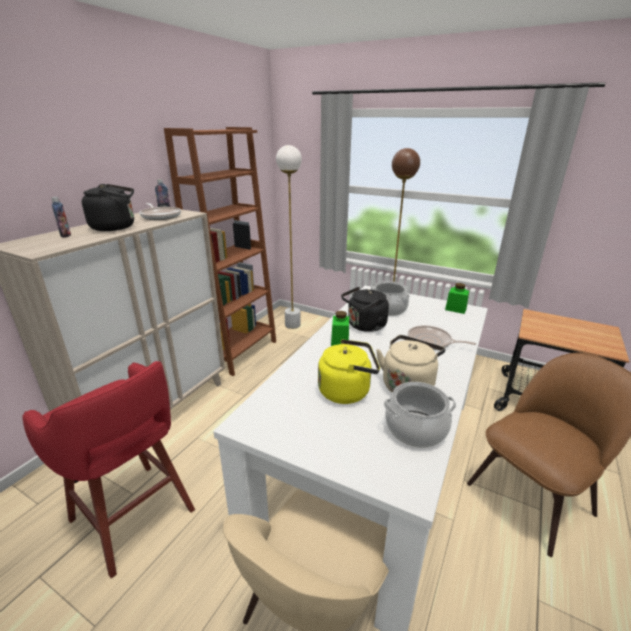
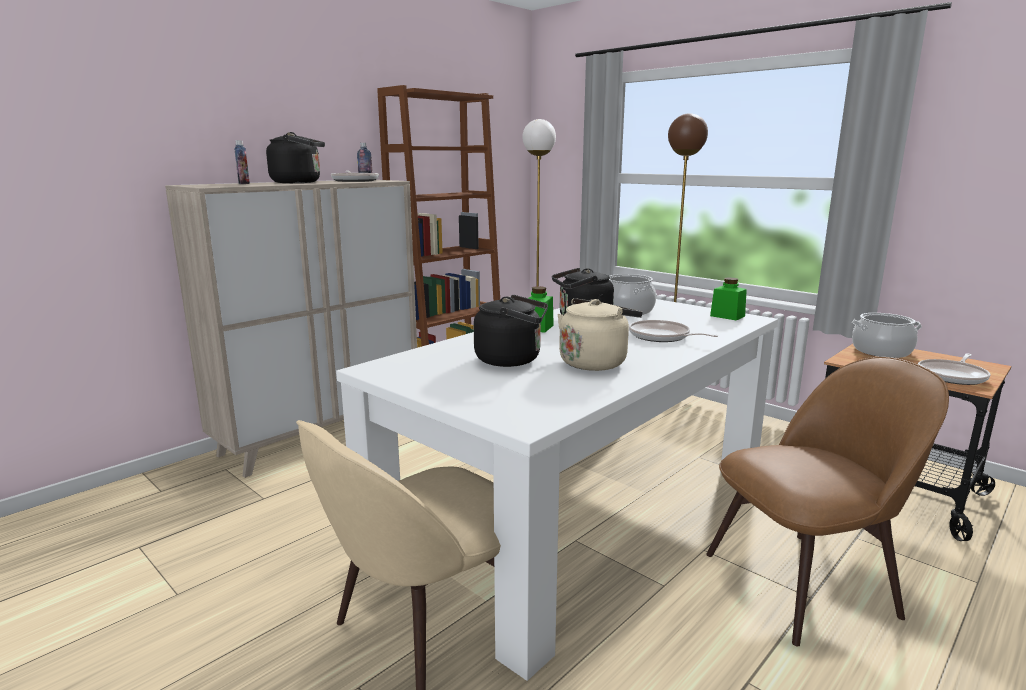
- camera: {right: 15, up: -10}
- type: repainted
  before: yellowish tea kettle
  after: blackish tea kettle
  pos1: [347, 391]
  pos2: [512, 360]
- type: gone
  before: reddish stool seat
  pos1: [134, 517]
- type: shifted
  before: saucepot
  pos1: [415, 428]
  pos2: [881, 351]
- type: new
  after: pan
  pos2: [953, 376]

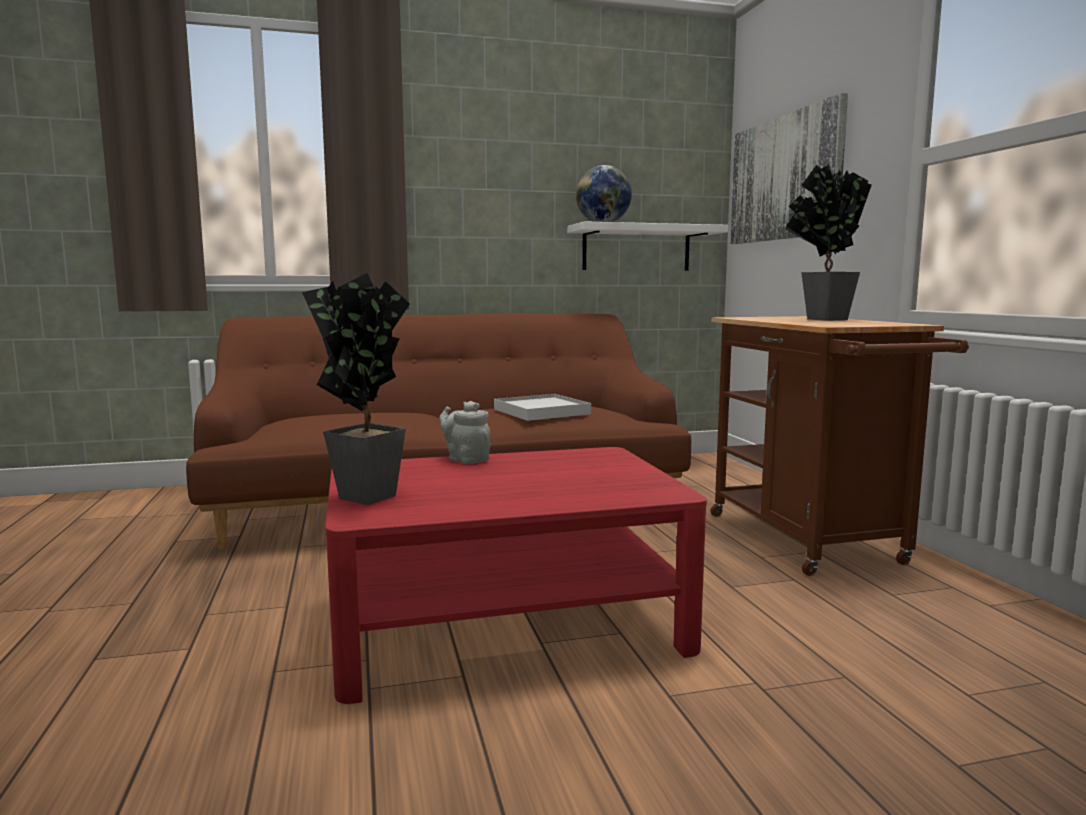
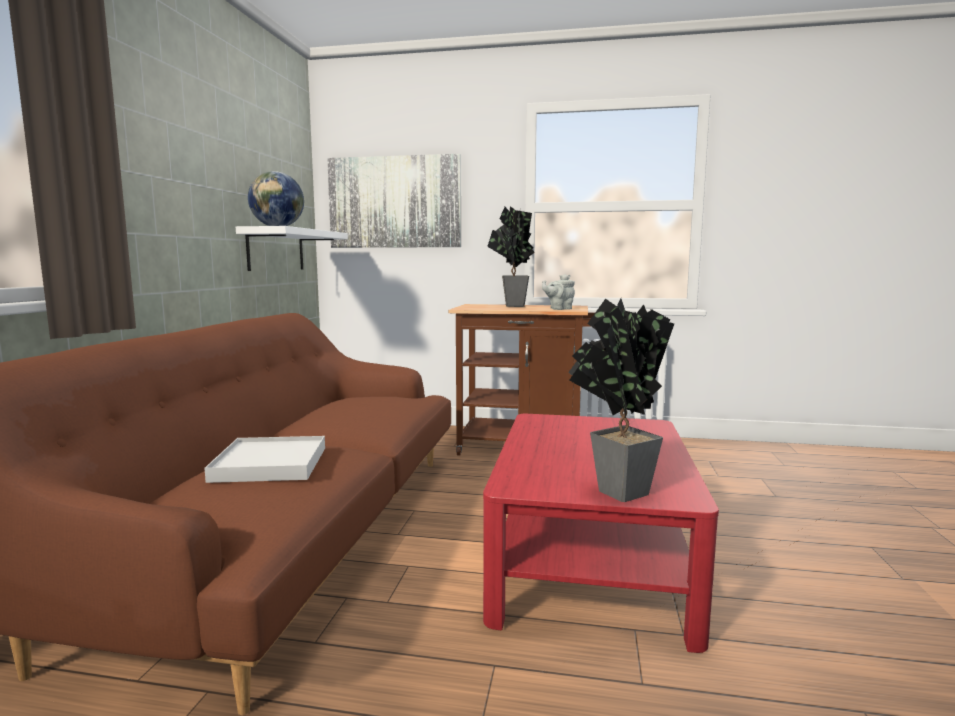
- camera: {right: -65, up: 0}
- type: shifted
  before: white-coloured serving tray
  pos1: [542, 412]
  pos2: [270, 464]
- type: shifted
  before: greyish tea pot
  pos1: [466, 459]
  pos2: [559, 309]

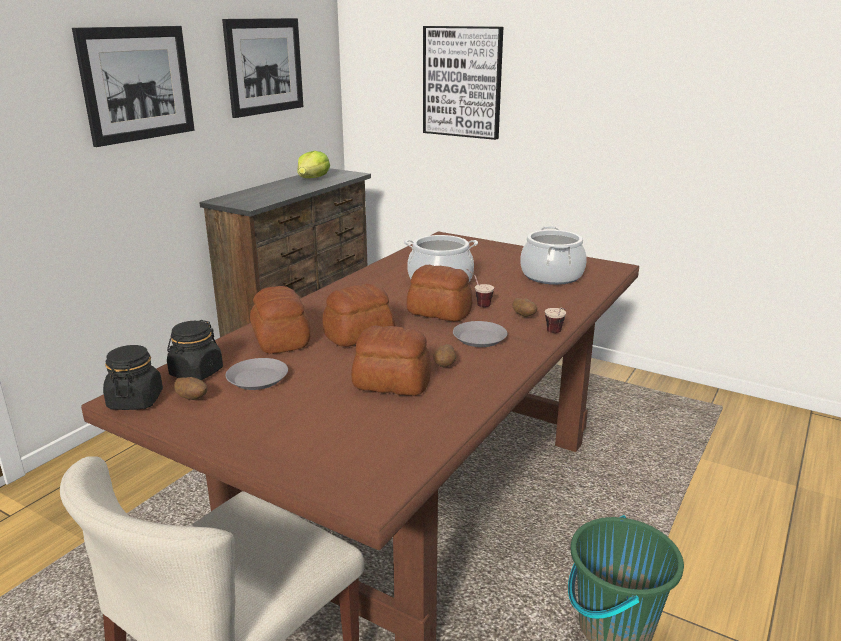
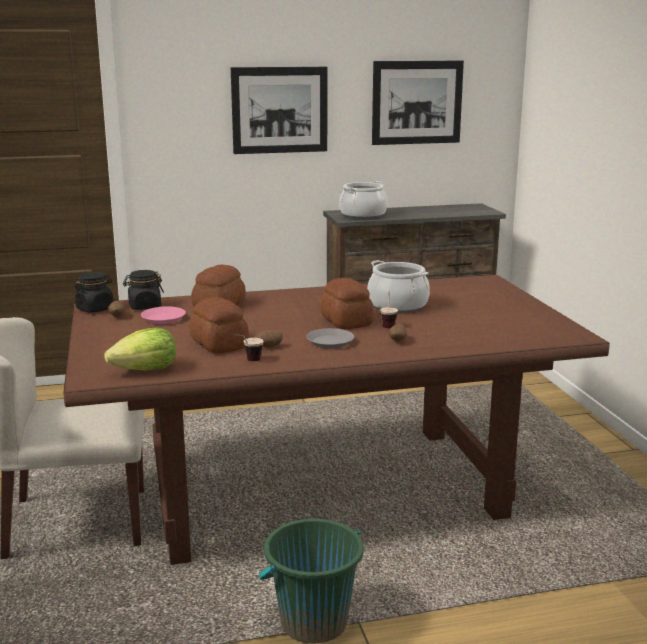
- camera: {right: 45, up: -5}
- type: gone
  before: picture
  pos1: [462, 82]
- type: shifted
  before: lettuce
  pos1: [313, 178]
  pos2: [145, 370]
- type: shifted
  before: saucepot
  pos1: [551, 276]
  pos2: [362, 215]
- type: gone
  before: bakery bread
  pos1: [358, 335]
- type: shifted
  before: cup
  pos1: [556, 334]
  pos2: [248, 361]
- type: repainted
  before: greyish flat dish
  after: pink-coloured flat dish
  pos1: [257, 378]
  pos2: [163, 318]

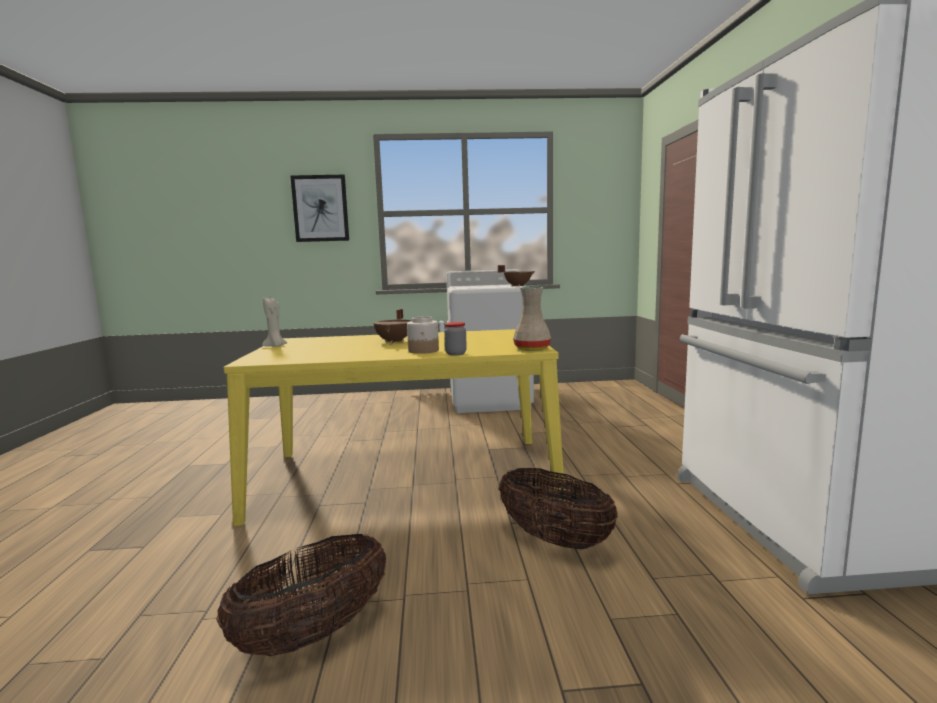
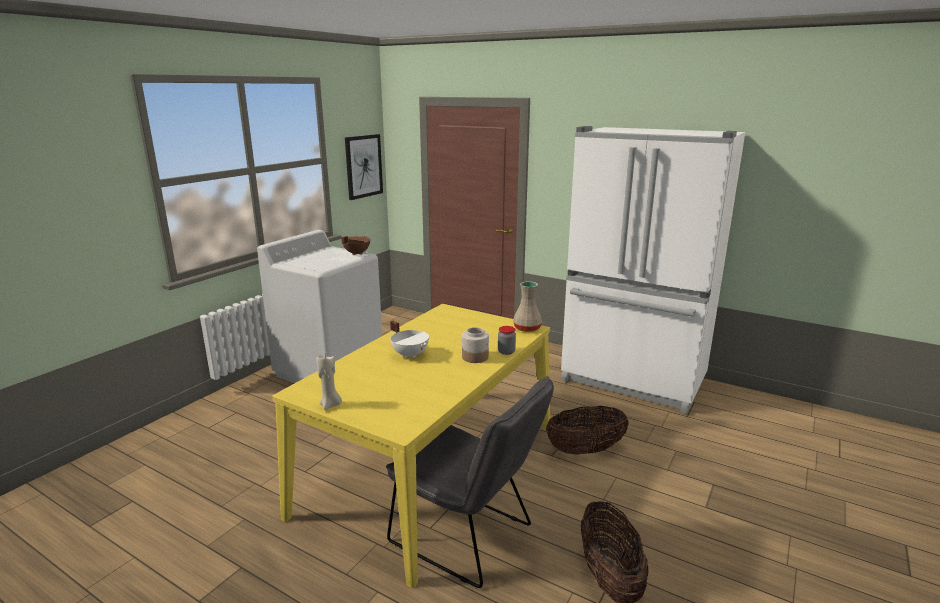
- camera: {right: -55, up: 10}
- type: shifted
  before: picture
  pos1: [320, 208]
  pos2: [363, 166]
- type: repainted
  before: brownish saucepot
  after: white-coloured saucepot
  pos1: [395, 341]
  pos2: [410, 354]
- type: new
  after: greyish plain chair
  pos2: [469, 538]

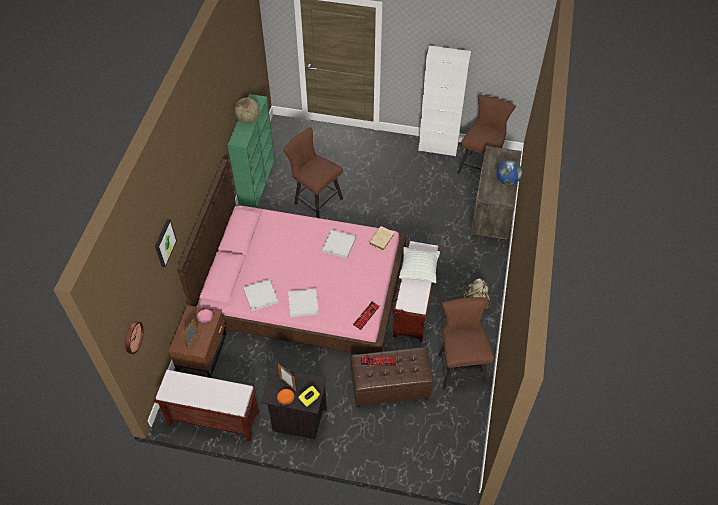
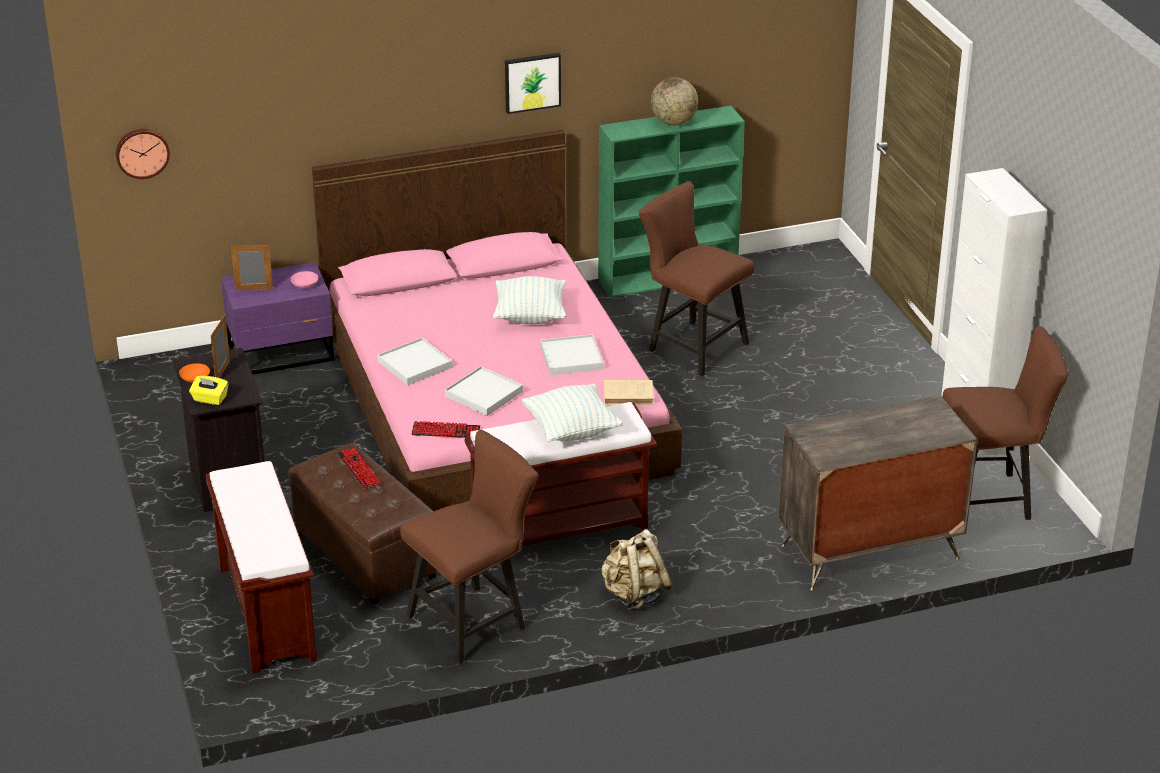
- camera: {right: 60, up: -20}
- type: rotated
  before: brownish plain chair
  pos1: [315, 200]
  pos2: [692, 345]
  turn: -60
- type: gone
  before: globe
  pos1: [507, 181]
- type: shifted
  before: picture
  pos1: [164, 243]
  pos2: [532, 82]
- type: shifted
  before: white-coloured serving tray
  pos1: [260, 296]
  pos2: [483, 394]
- type: repainted
  before: brownish nightstand
  after: purple nightstand
  pos1: [203, 352]
  pos2: [282, 353]
- type: shifted
  before: brownish indoor bench
  pos1: [212, 419]
  pos2: [265, 612]
- type: new
  after: pillow
  pos2: [530, 316]

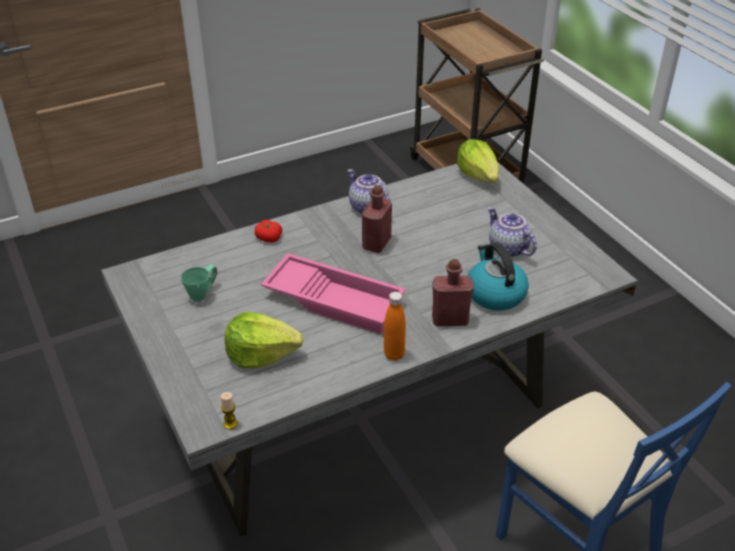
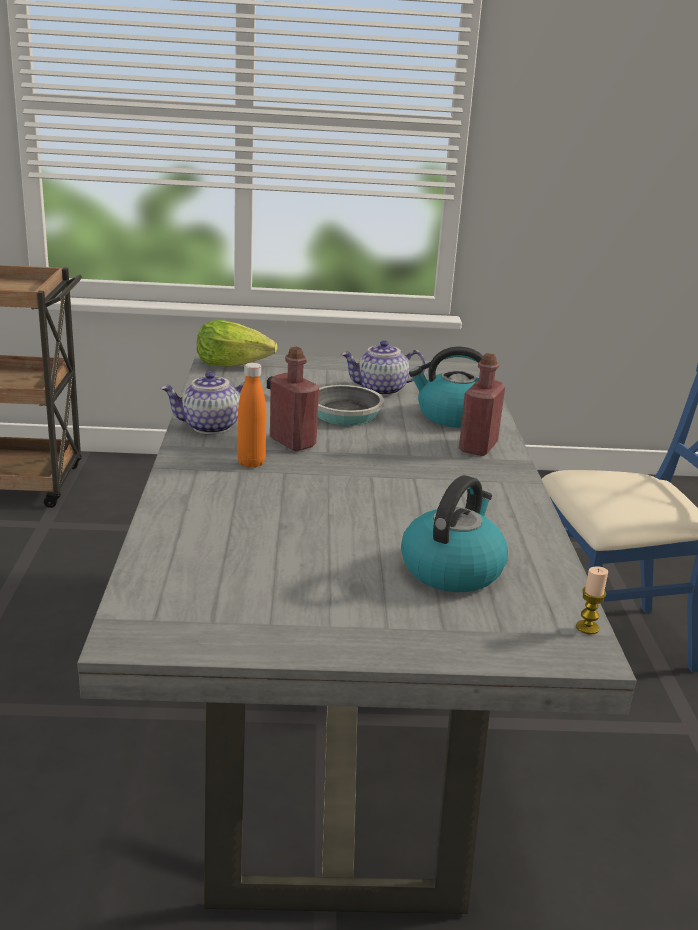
- camera: {right: -65, up: -15}
- type: gone
  before: fresh tomato
  pos1: [268, 237]
- type: gone
  before: pink-coloured serving tray
  pos1: [335, 299]
- type: gone
  before: green coffee mug
  pos1: [203, 293]
- type: shifted
  before: orangey bottle
  pos1: [394, 354]
  pos2: [251, 463]
- type: swapped
  before: lettuce
  after: tea kettle
  pos1: [261, 354]
  pos2: [452, 569]
- type: new
  after: pan
  pos2: [338, 412]

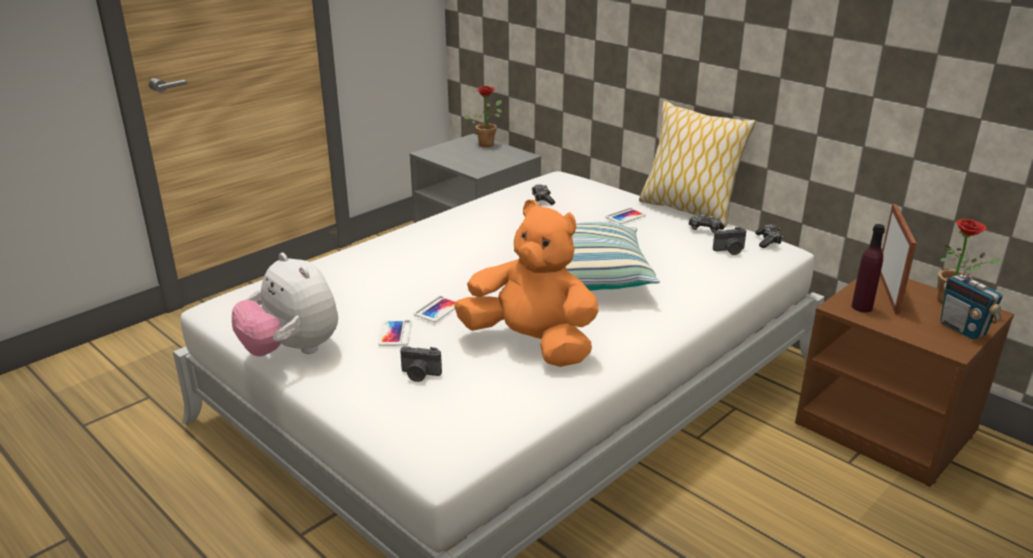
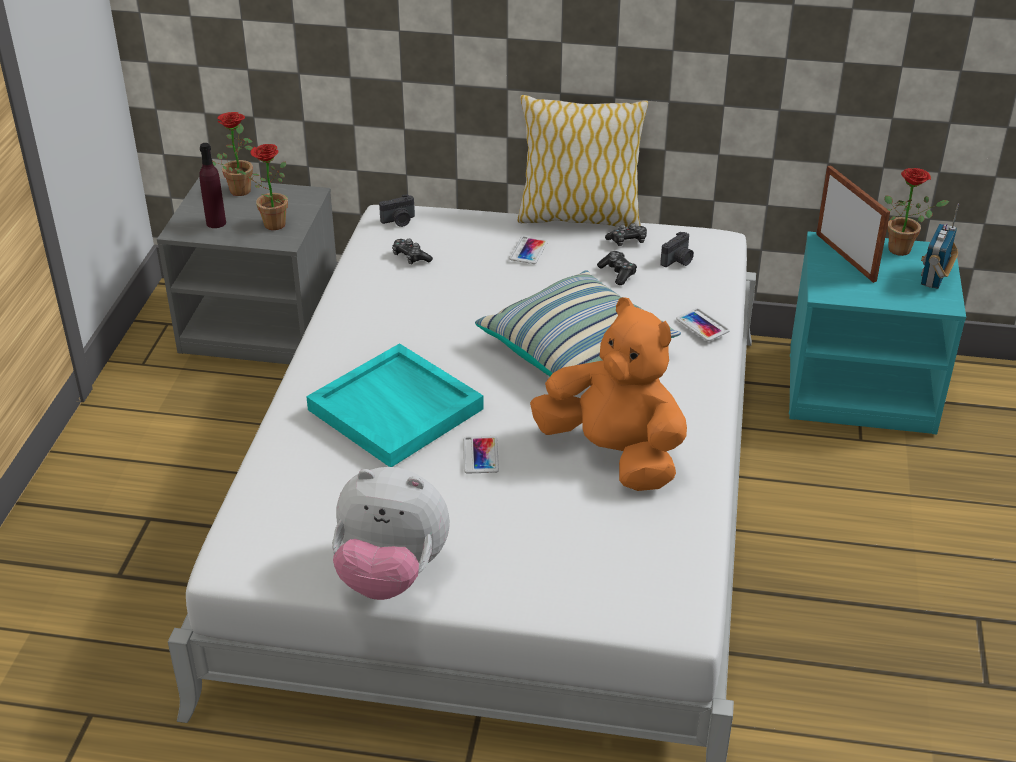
- camera: {right: -35, up: 10}
- type: rotated
  before: orangey soft toy
  pos1: [531, 344]
  pos2: [613, 454]
  turn: 45
- type: shifted
  before: gamepad
  pos1: [768, 241]
  pos2: [618, 273]
- type: shifted
  before: purple bottle
  pos1: [861, 307]
  pos2: [216, 223]
- type: rotated
  before: radio receiver
  pos1: [963, 329]
  pos2: [934, 278]
  turn: 90
- type: repainted
  before: brownish nightstand
  after: turquoise nightstand
  pos1: [887, 428]
  pos2: [862, 388]
- type: shifted
  before: handset
  pos1: [395, 333]
  pos2: [702, 325]
- type: shifted
  before: photo camera
  pos1: [419, 374]
  pos2: [399, 221]
- type: new
  after: plant in a pot
  pos2: [269, 225]
- type: new
  after: turquoise serving tray
  pos2: [397, 409]

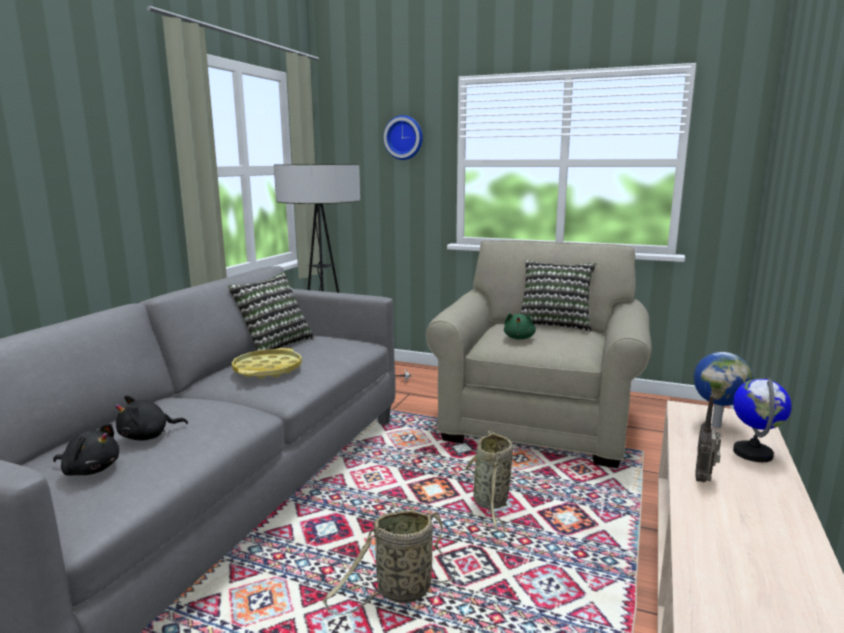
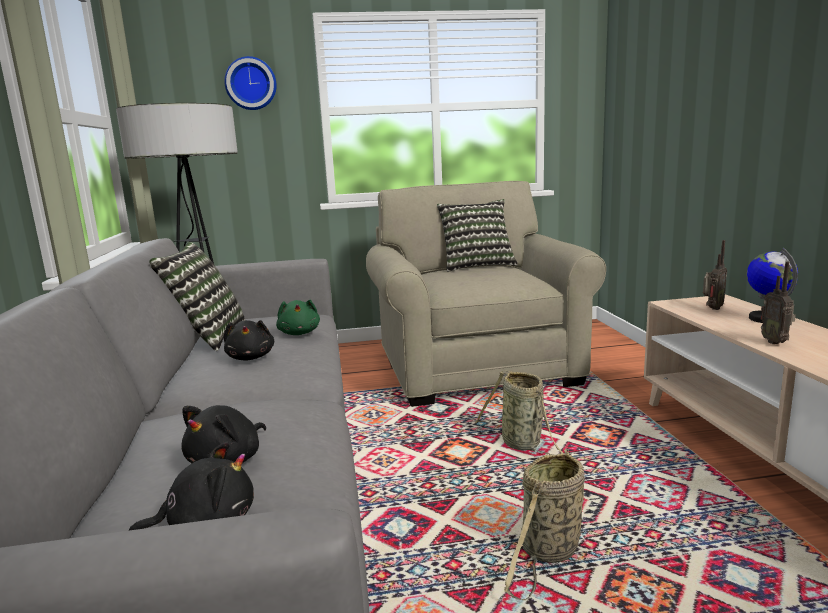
- camera: {right: -30, up: 0}
- type: shifted
  before: green soft toy
  pos1: [519, 338]
  pos2: [299, 333]
- type: swapped
  before: yellowish serving tray
  after: blackish soft toy
  pos1: [268, 369]
  pos2: [251, 357]
- type: swapped
  before: globe
  after: radio receiver
  pos1: [716, 426]
  pos2: [711, 309]

